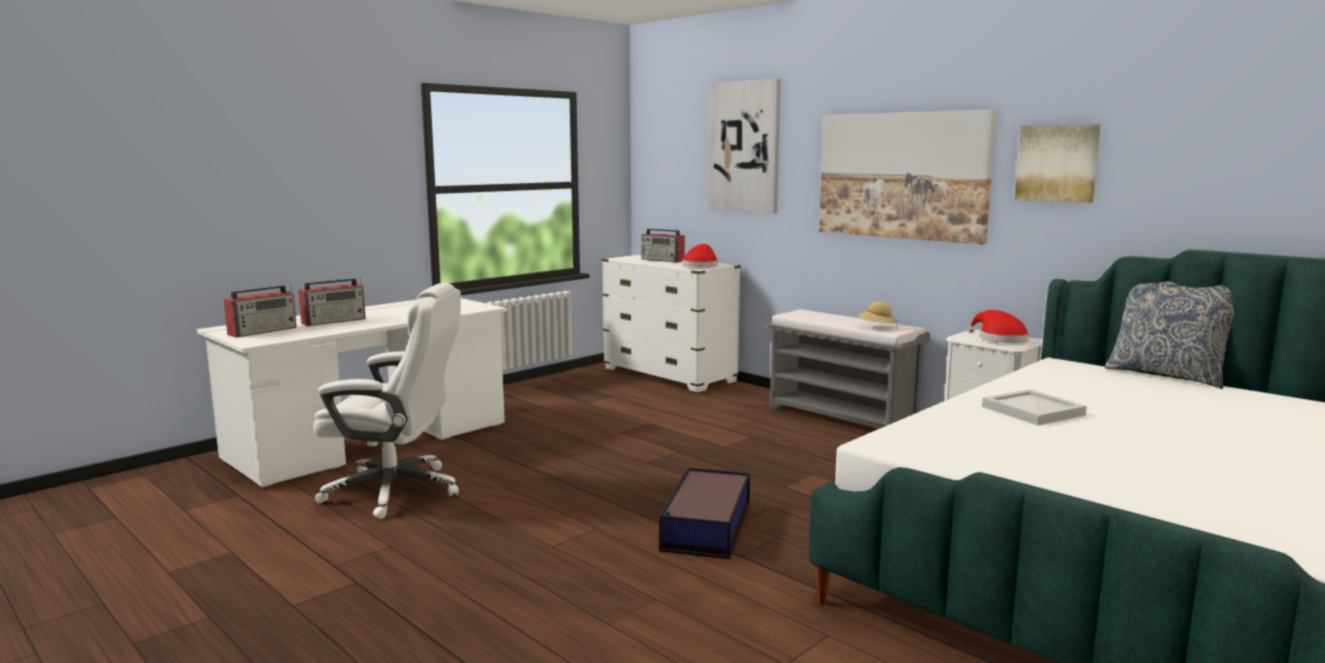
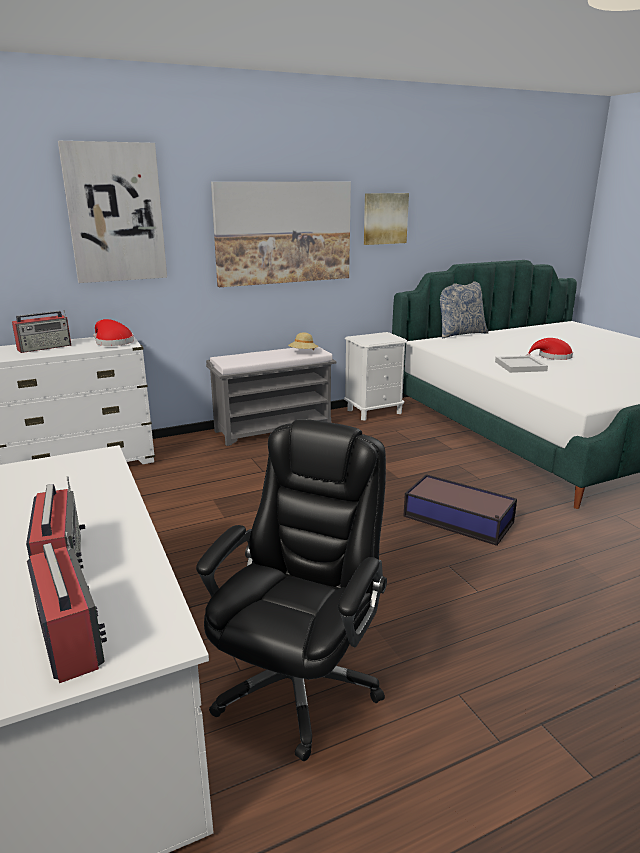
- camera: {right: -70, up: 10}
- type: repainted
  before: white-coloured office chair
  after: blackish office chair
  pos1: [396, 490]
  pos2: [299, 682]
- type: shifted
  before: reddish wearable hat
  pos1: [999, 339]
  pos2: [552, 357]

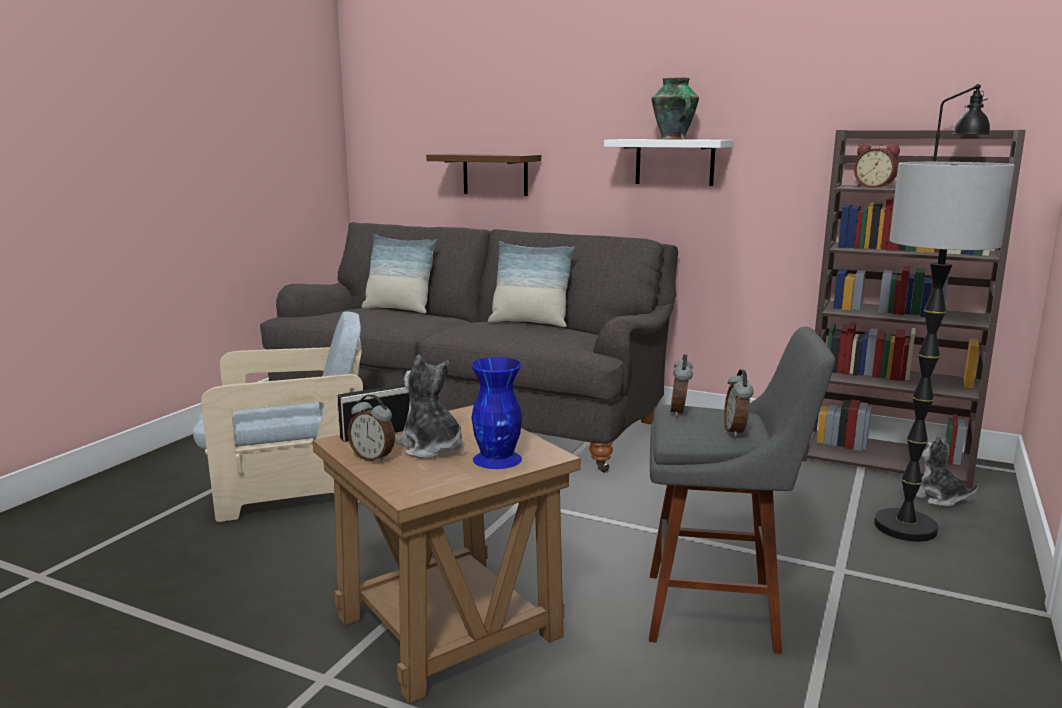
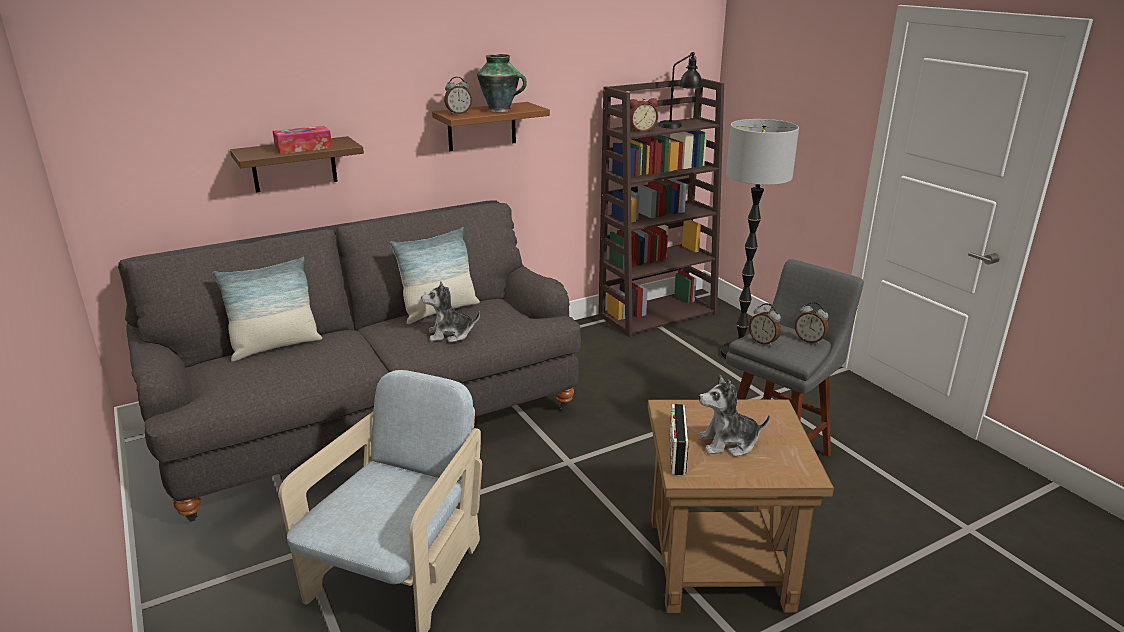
- camera: {right: -55, up: 10}
- type: repainted
  before: white-coloured bracket shelf
  after: brownish bracket shelf
  pos1: [674, 162]
  pos2: [482, 126]
- type: gone
  before: bluish decorative vase
  pos1: [498, 459]
- type: shifted
  before: bedside clock
  pos1: [373, 458]
  pos2: [458, 113]
- type: shifted
  before: soft toy
  pos1: [937, 498]
  pos2: [450, 334]
- type: new
  after: tissue box
  pos2: [303, 148]

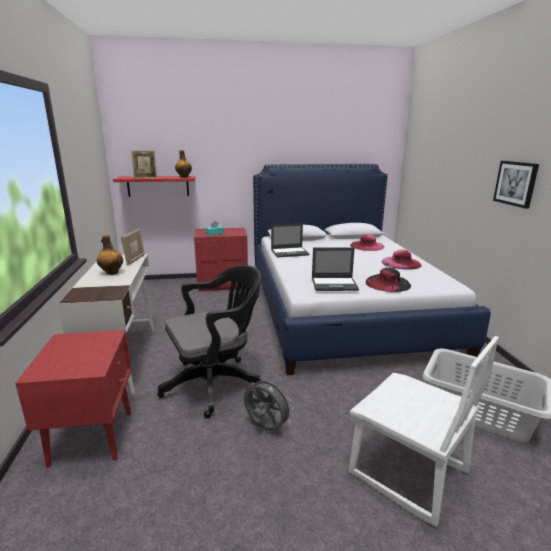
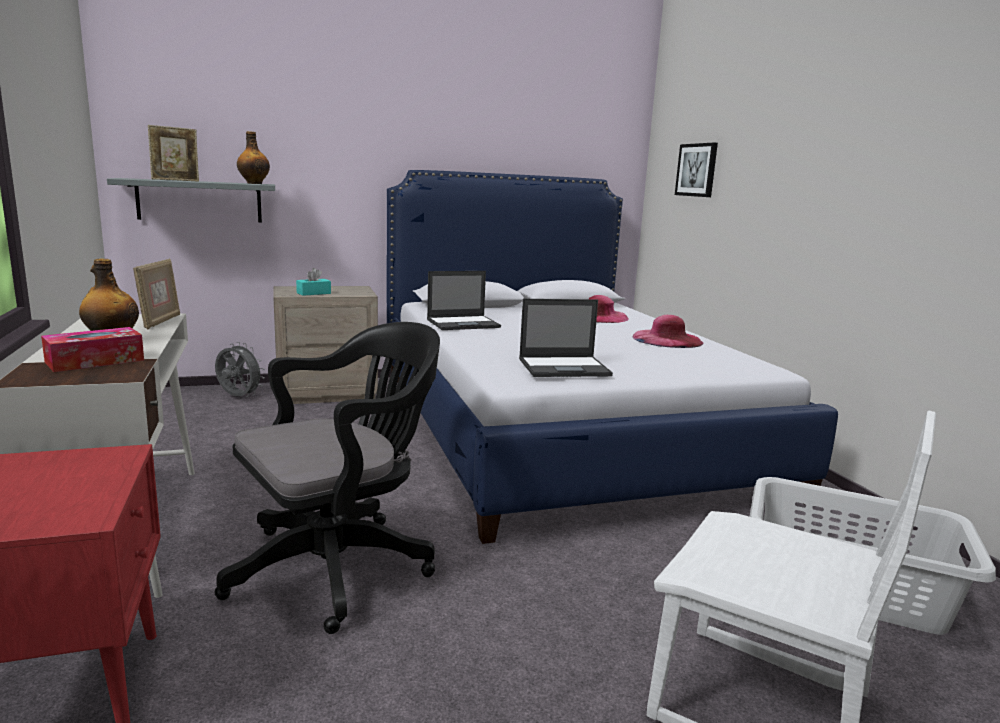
- camera: {right: -10, up: -5}
- type: shifted
  before: picture
  pos1: [516, 183]
  pos2: [697, 170]
- type: repainted
  before: reddish bracket shelf
  after: greyish bracket shelf
  pos1: [158, 186]
  pos2: [200, 201]
- type: repainted
  before: reddish nightstand
  after: beige nightstand
  pos1: [223, 284]
  pos2: [326, 392]
- type: gone
  before: blackish wearable hat
  pos1: [387, 283]
- type: shifted
  before: greyish fan
  pos1: [265, 427]
  pos2: [238, 397]
- type: new
  after: tissue box
  pos2: [95, 361]

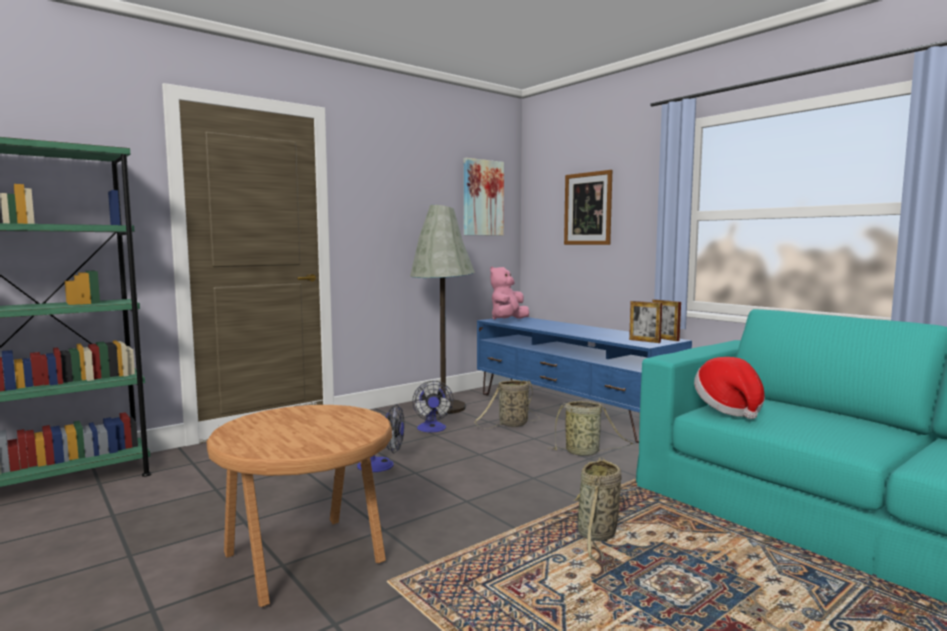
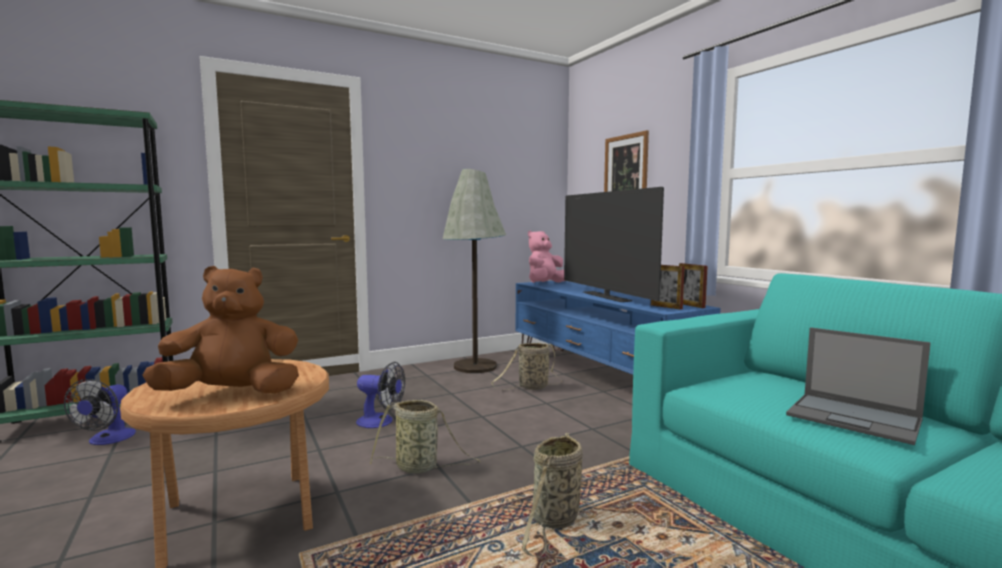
- camera: {right: 10, up: 0}
- type: gone
  before: picture
  pos1: [482, 198]
- type: gone
  before: wearable hat
  pos1: [729, 409]
- type: shifted
  before: fan
  pos1: [432, 429]
  pos2: [107, 440]
- type: shifted
  before: household basket
  pos1: [584, 452]
  pos2: [420, 467]
- type: new
  after: TV set
  pos2: [606, 297]
- type: new
  after: brownish soft toy
  pos2: [233, 394]
- type: new
  after: laptop
  pos2: [855, 418]

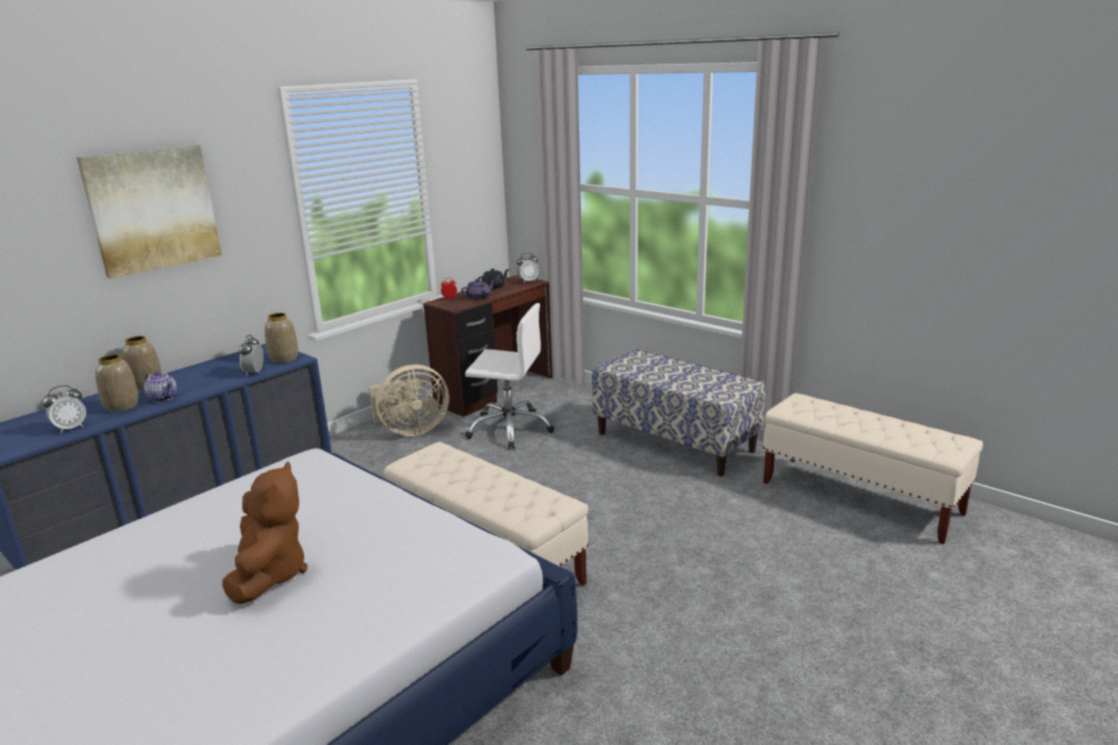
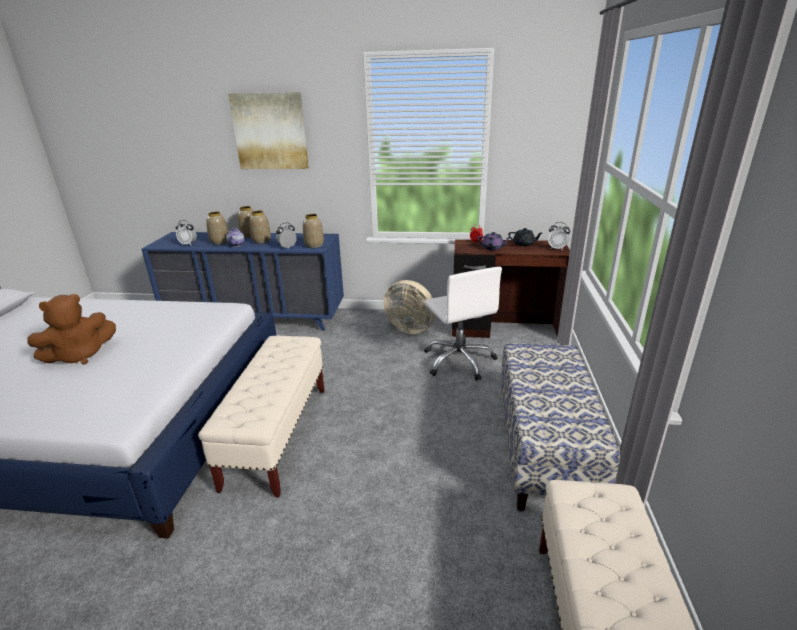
- camera: {right: 55, up: 5}
- type: new
  after: decorative vase
  pos2: [261, 241]

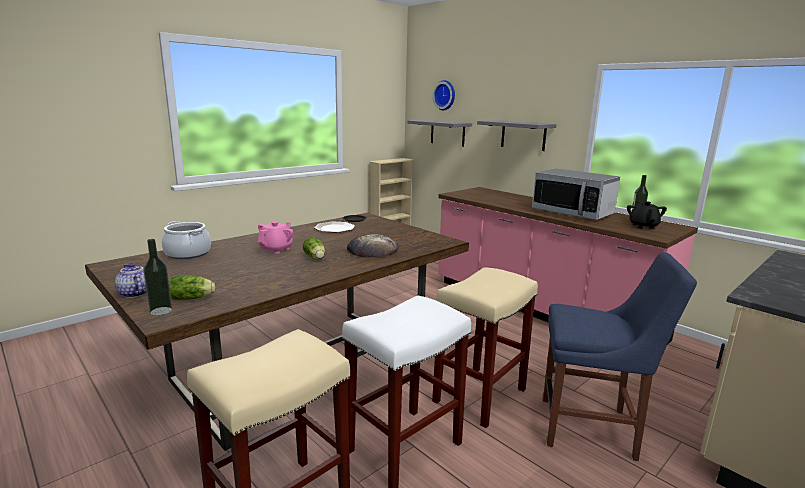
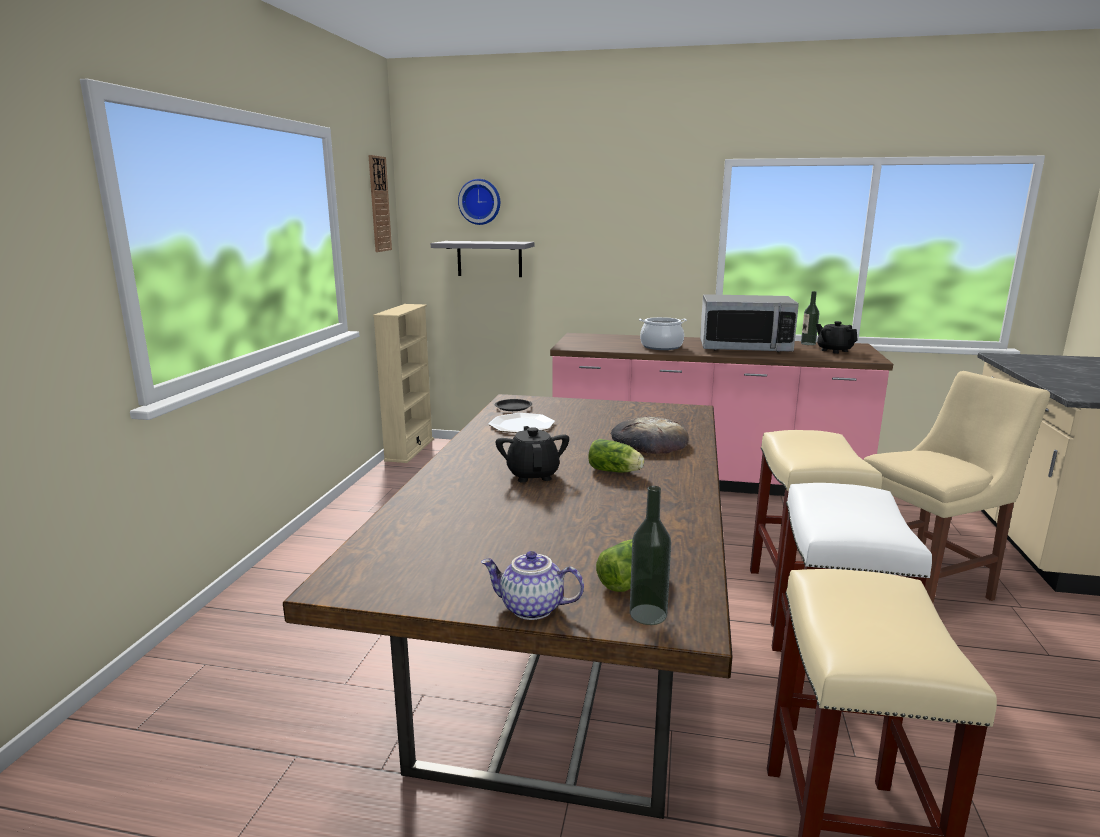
- camera: {right: -35, up: 0}
- type: gone
  before: greyish bracket shelf
  pos1: [523, 135]
- type: shifted
  before: saucepot
  pos1: [188, 253]
  pos2: [661, 347]
- type: repainted
  before: pink-coloured tea pot
  after: blackish tea pot
  pos1: [276, 249]
  pos2: [533, 475]
- type: repainted
  before: bluish plain chair
  after: beige plain chair
  pos1: [592, 428]
  pos2: [927, 586]
- type: new
  after: wall clock
  pos2: [379, 204]

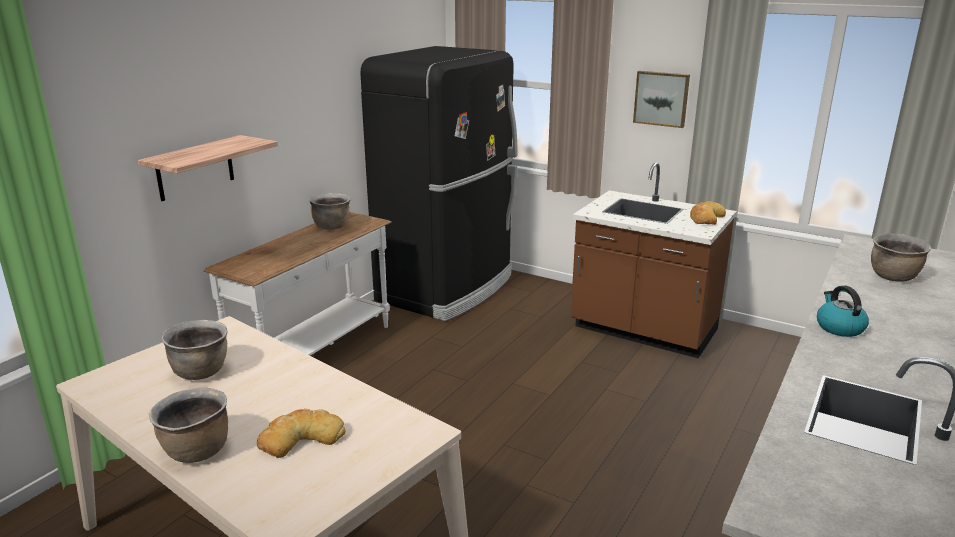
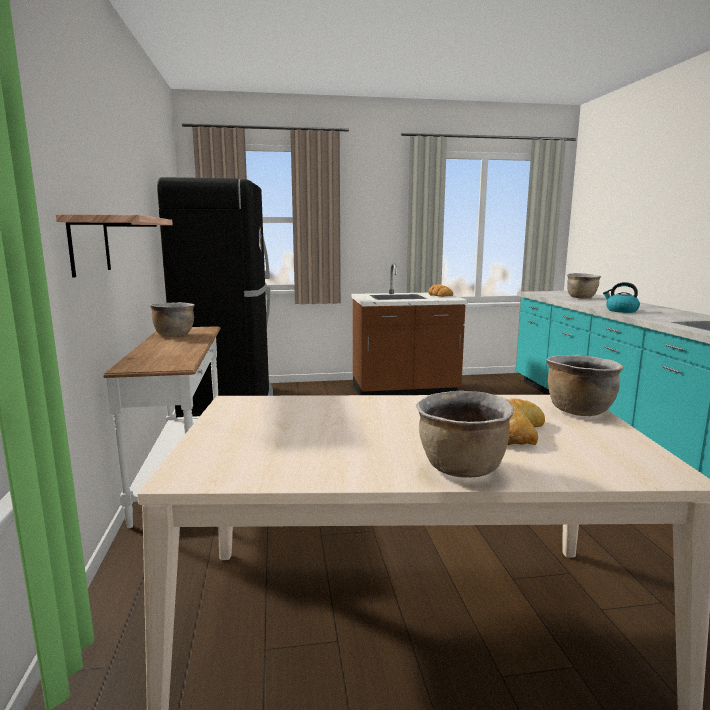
- camera: {right: -40, up: -10}
- type: gone
  before: picture
  pos1: [661, 98]
- type: shifted
  before: brownish saucepot
  pos1: [201, 372]
  pos2: [579, 410]

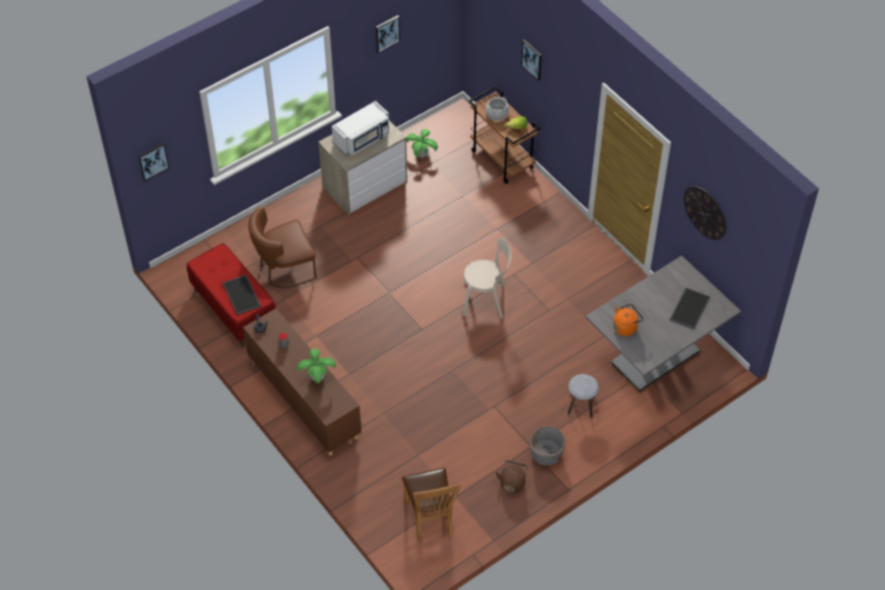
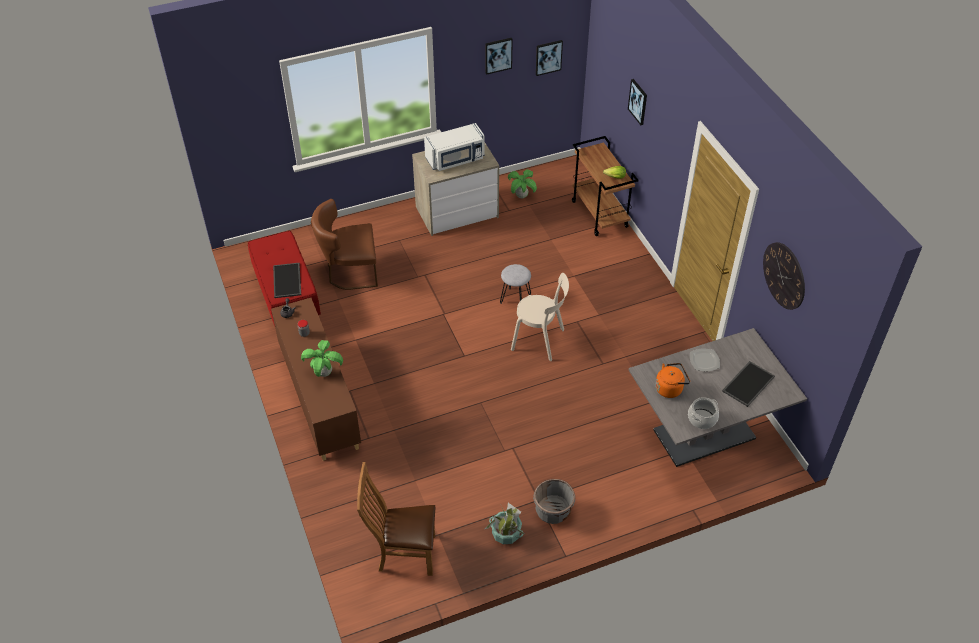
- camera: {right: 15, up: -5}
- type: shifted
  before: saucepot
  pos1: [497, 114]
  pos2: [702, 419]
- type: shifted
  before: picture
  pos1: [153, 161]
  pos2: [548, 57]
- type: shifted
  before: greyish stool seat
  pos1: [581, 406]
  pos2: [515, 298]
- type: swapped
  before: brownish tea kettle
  after: plant in a pot
  pos1: [512, 482]
  pos2: [506, 533]
- type: rotated
  before: brownish plain chair
  pos1: [430, 520]
  pos2: [402, 553]
  turn: 90
- type: new
  after: flat dish
  pos2: [704, 360]

